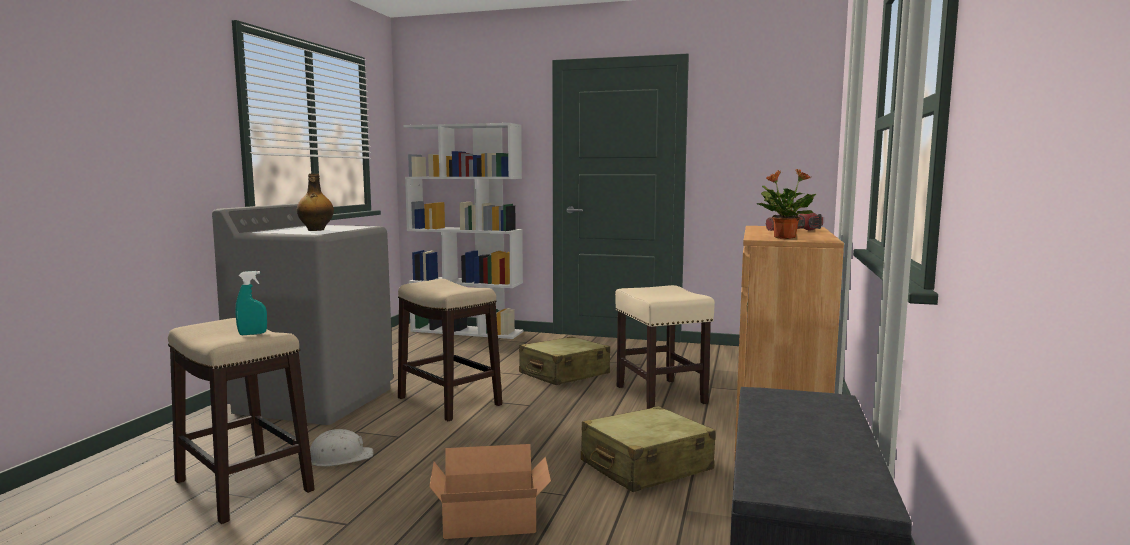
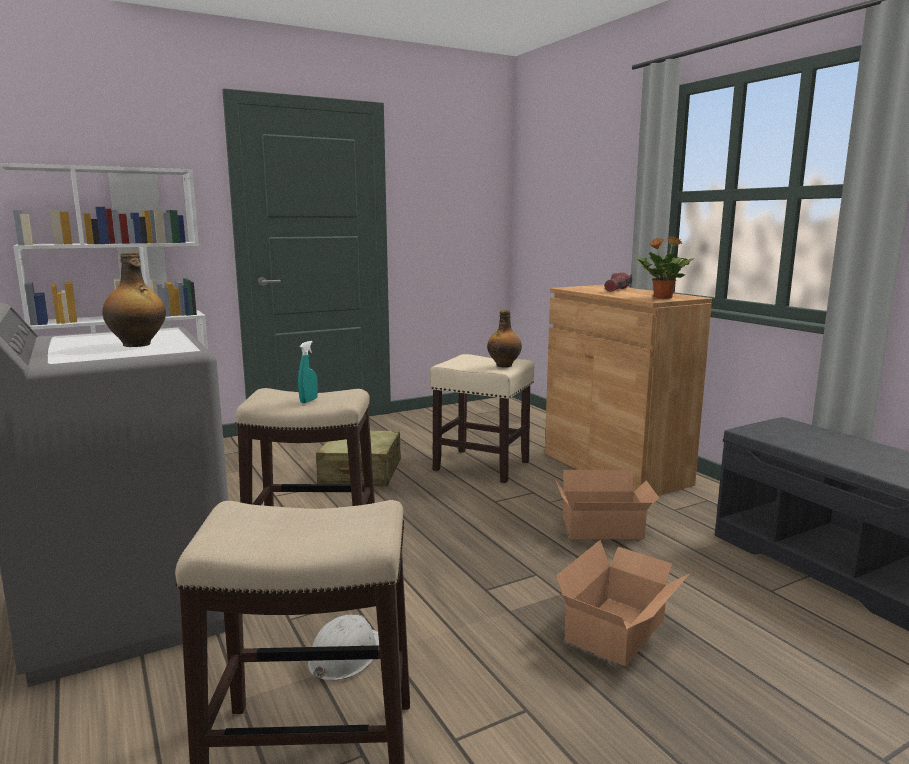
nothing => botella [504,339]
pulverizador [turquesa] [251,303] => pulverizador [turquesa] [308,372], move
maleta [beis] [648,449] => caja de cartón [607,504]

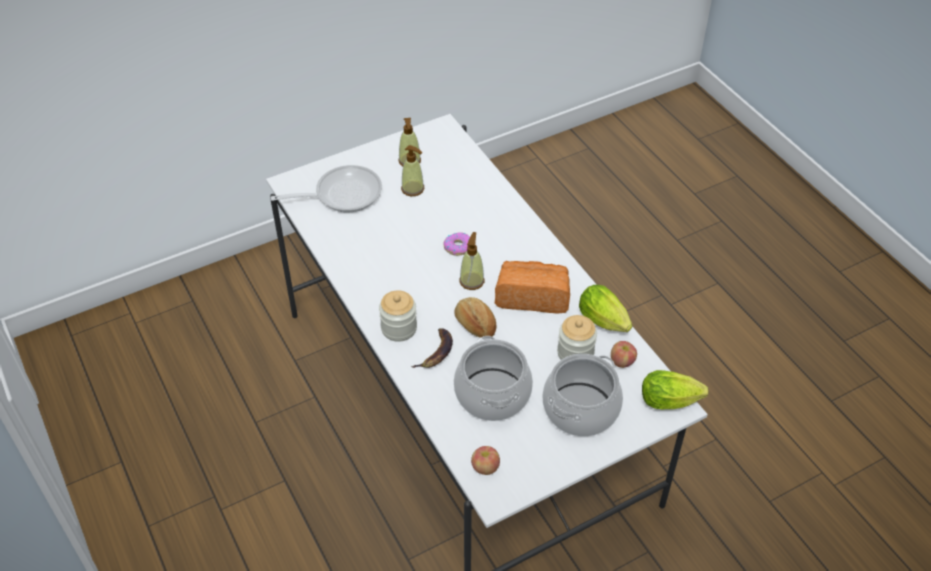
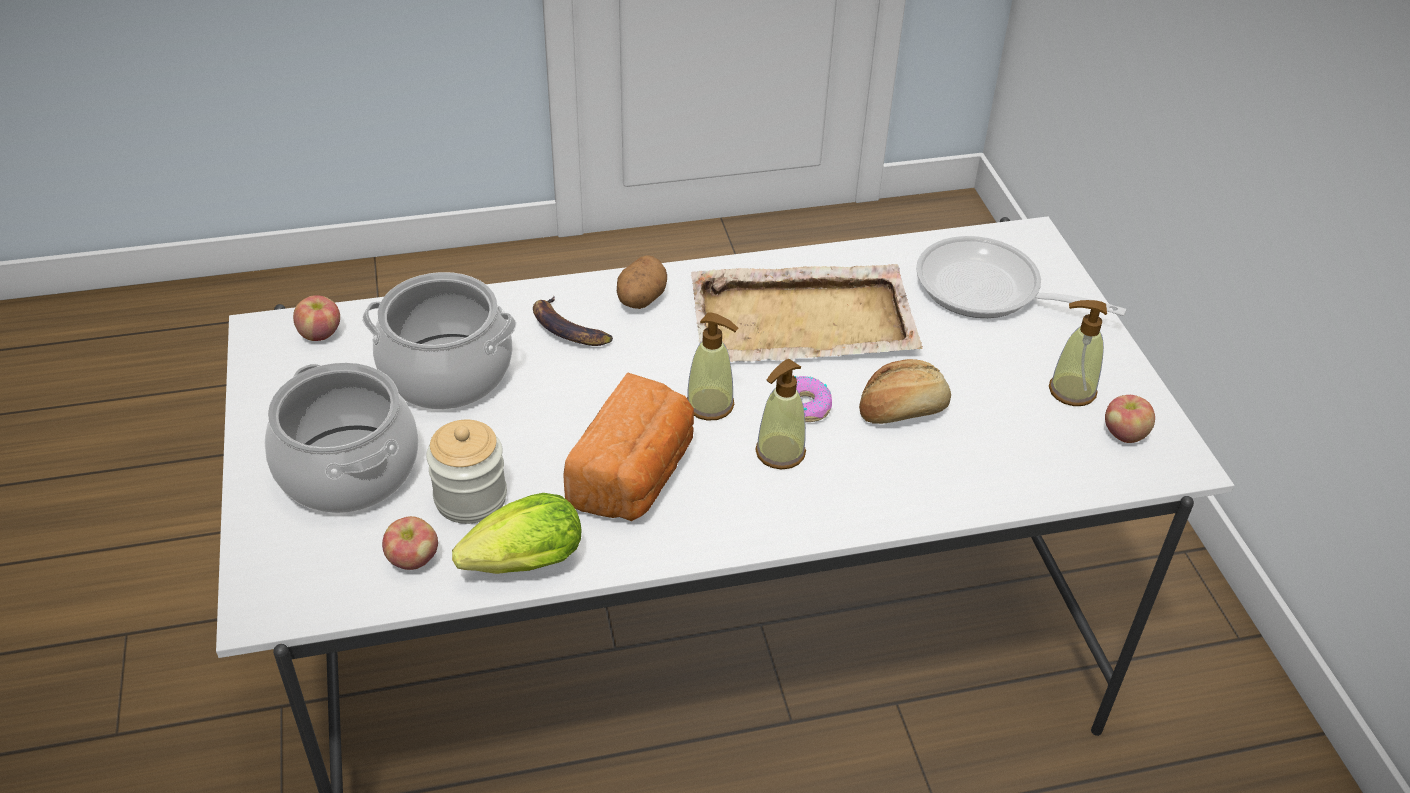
lechuga [675,389] => nothing
nothing => bandeja [beis] [807,313]
nothing => manzana [1130,419]
dispensador de jabón [412,170] => dispensador de jabón [780,414], move
pan [475,317] => pan [905,391], move
tarro [398,316] => patata [642,282]
sartén [326,188] => sartén [1021,277], 120 degrees clockwise

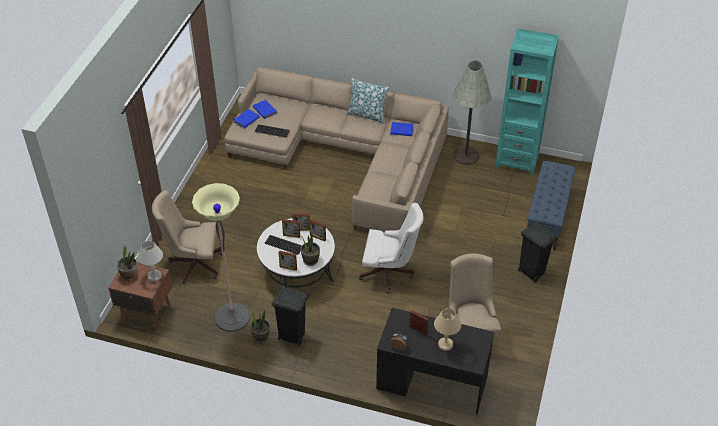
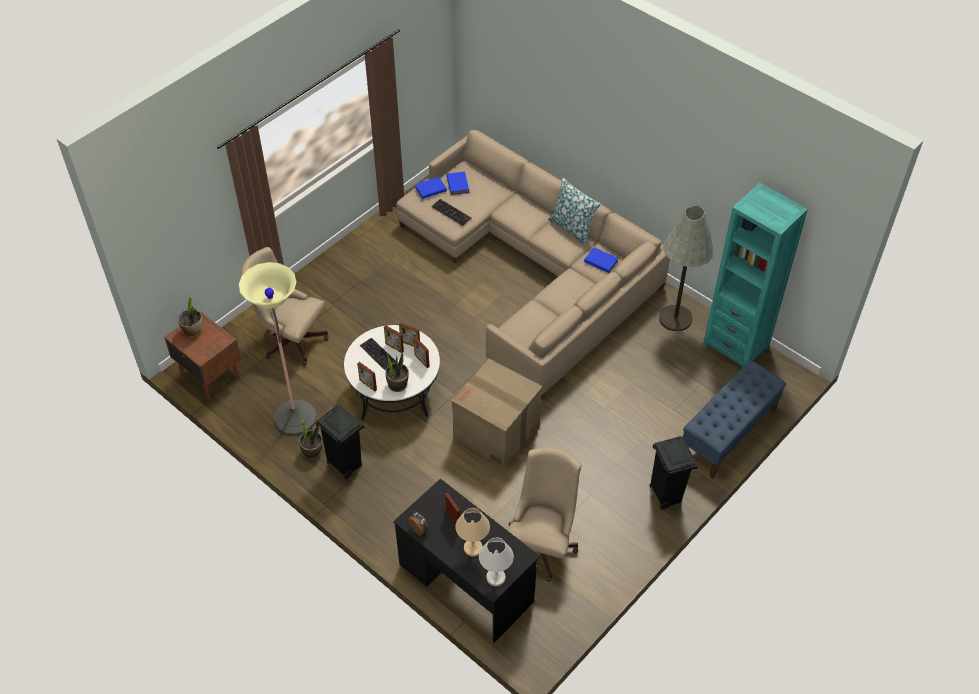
lámpara de mesa [blanco] [150,261] => lámpara de mesa [blanco] [496,561], move
silla de oficina [blanco] [391,248] => caja de cartón [497,413]

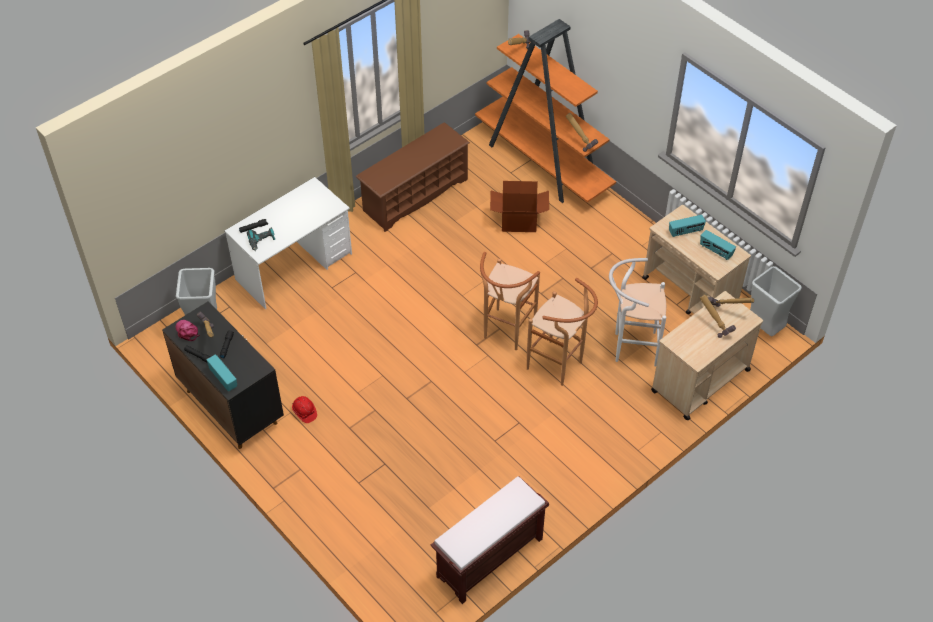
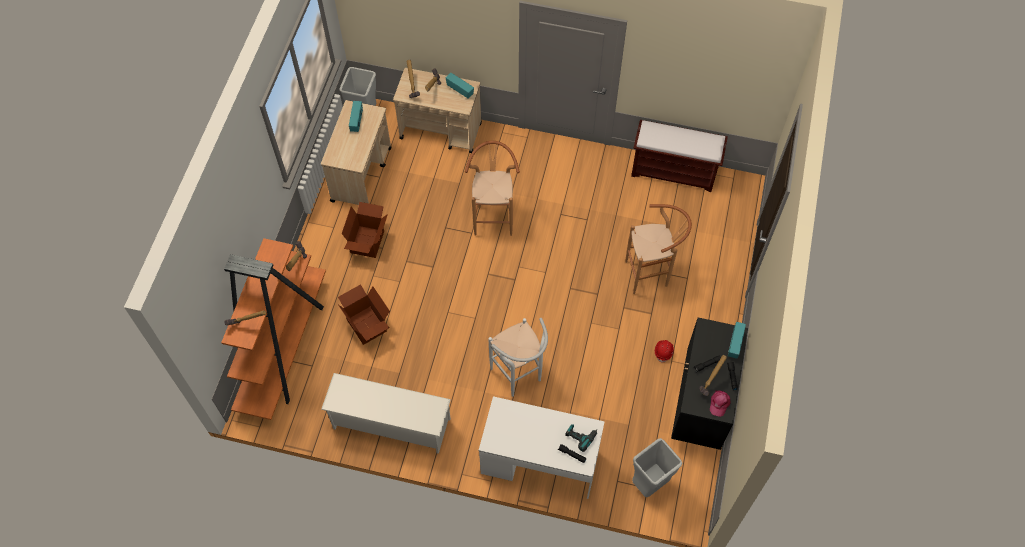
nothing => caja de cartón [365,230]
taburete [marrón] [510,301] => taburete [marrón] [658,249], move
taburete [blanco] [637,312] => taburete [blanco] [518,357], move
radio [687,226] => radio [459,86], move
zapatero [marrón] [413,177] => zapatero [blanco] [386,413]

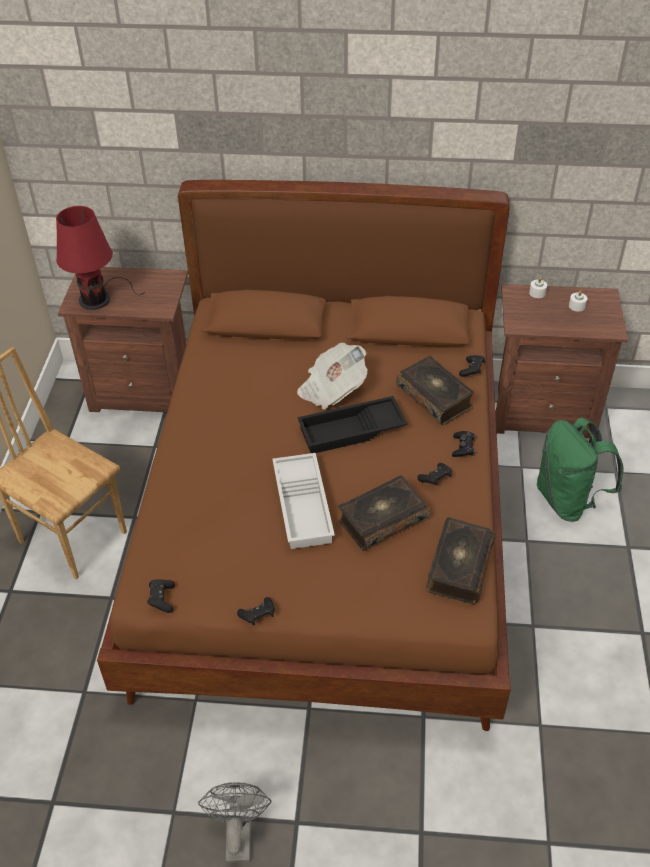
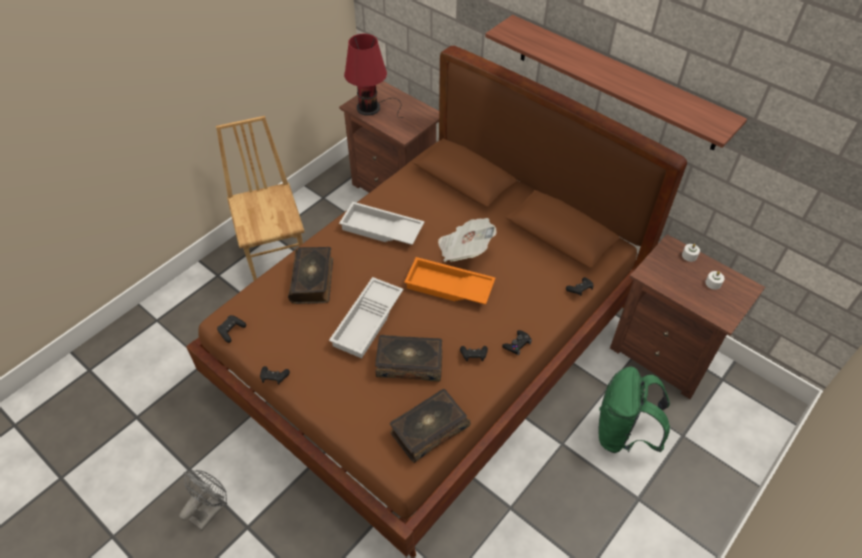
nothing => bandeja [blanco] [382,223]
nothing => estante [616,83]
libro [435,390] => libro [310,275], move
bandeja [negro] [352,424] => bandeja [naranja] [449,280]

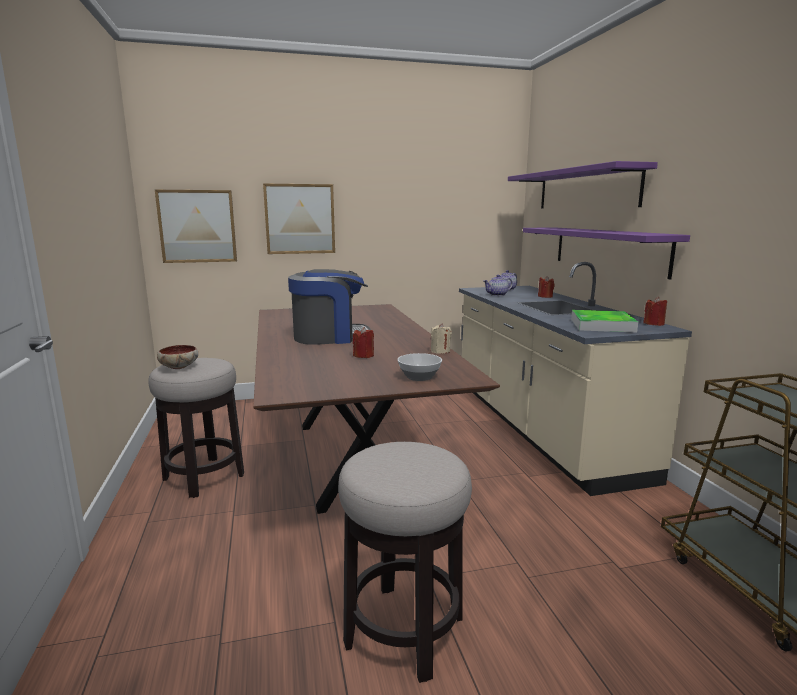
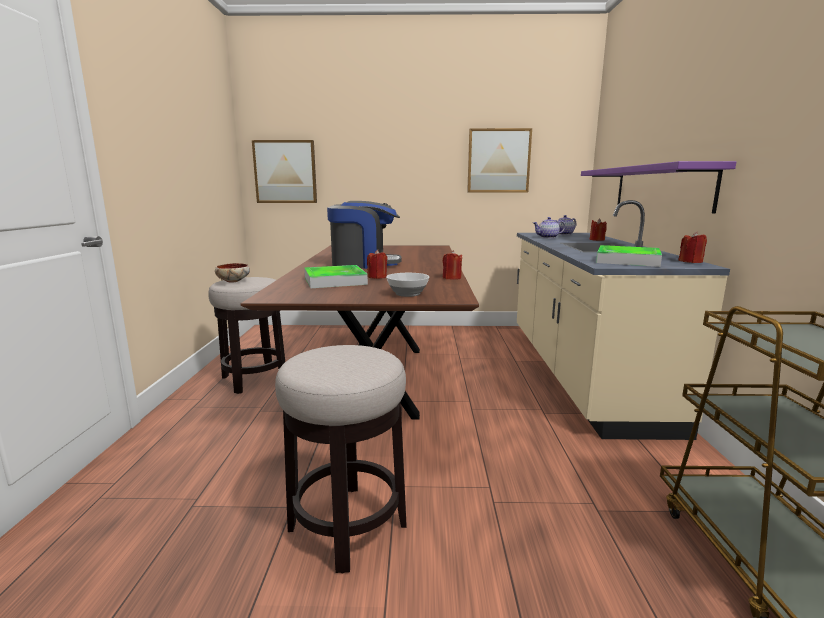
estante [morado] [583,184] => nothing
nothing => bandeja [336,276]
cuadro [299,218] => cuadro [499,160], move
vela [beis] [441,338] => vela [rojo] [452,265]

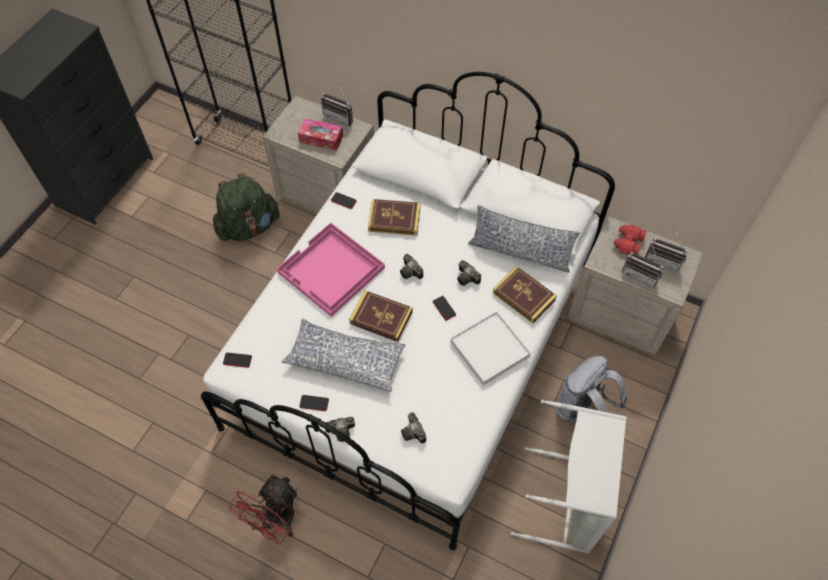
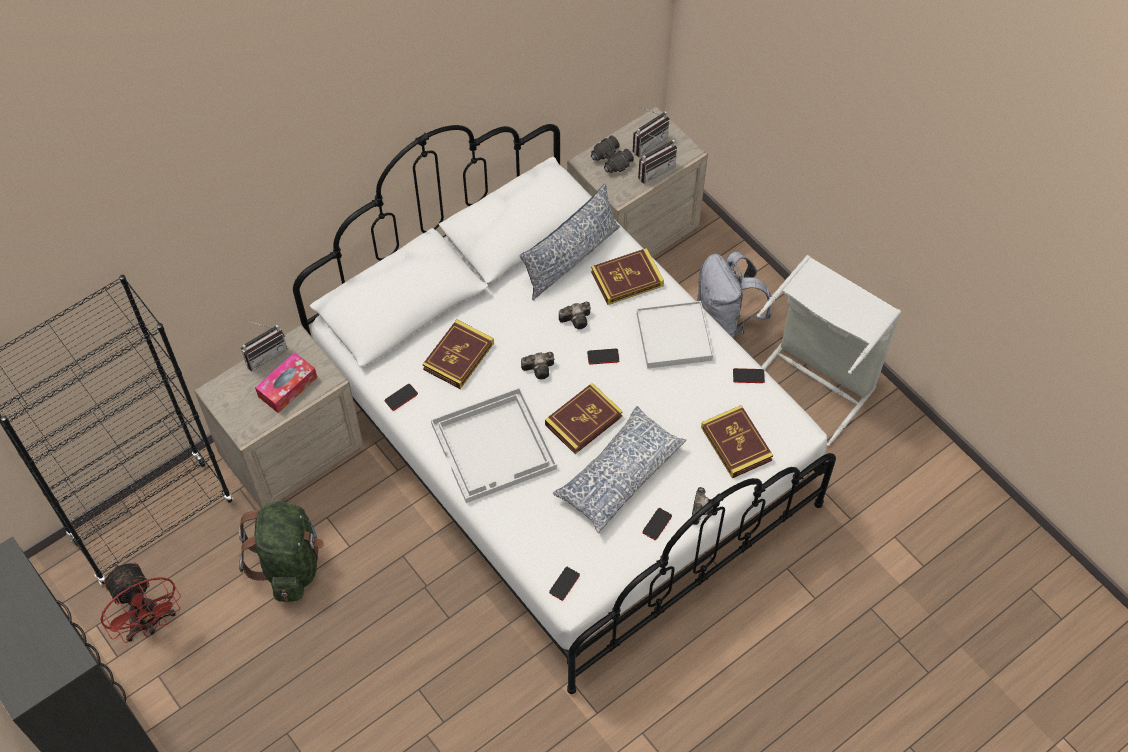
nothing => móvil [749,375]
ventilador [rojo] [263,509] => ventilador [rojo] [140,602], move
cámara [413,427] => libro [737,441]
bandeja [rosa] [331,270] => bandeja [blanco] [494,445]
prismáticos [rojo] [630,239] => prismáticos [negro] [612,154]

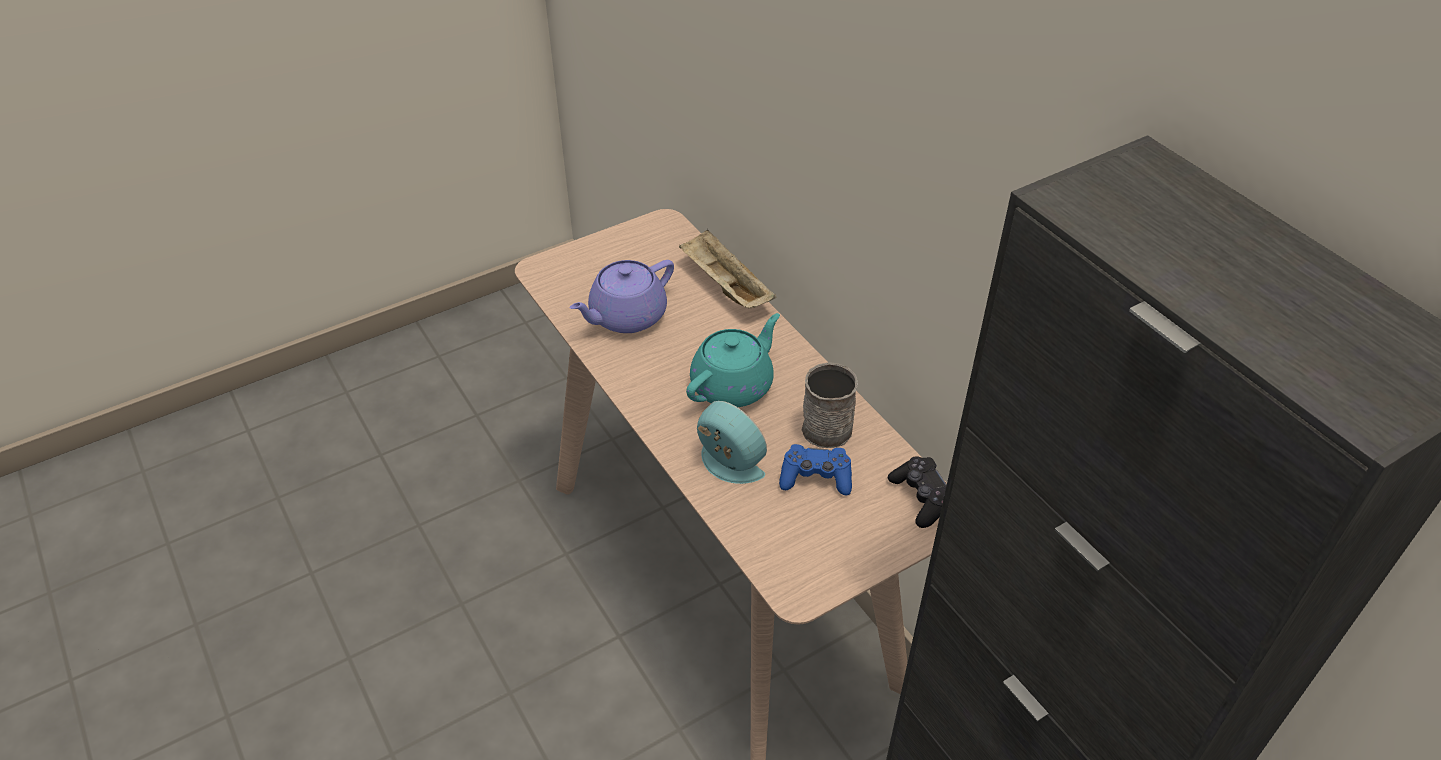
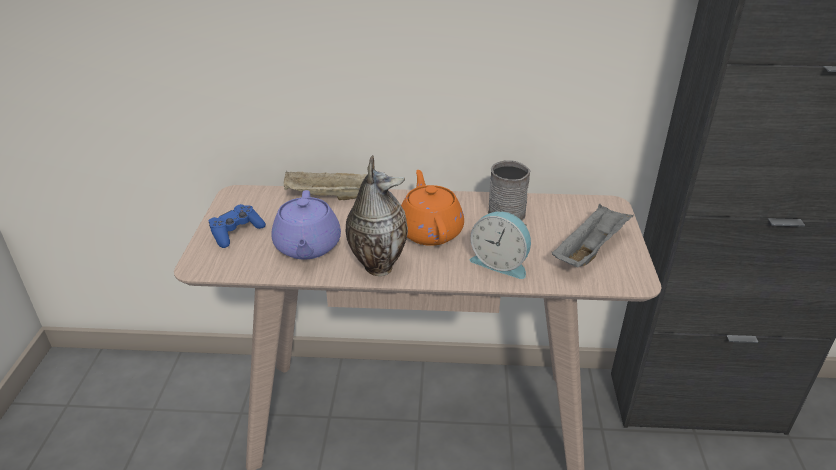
mando de consola [negro] [917,492] => nothing
nothing => florero [377,215]
nothing => bandeja [gris] [593,236]
mando de consola [azul] [815,470] => mando de consola [azul] [237,226], move
tetera [turquesa] [733,360] => tetera [naranja] [432,208]
despertador [732,442] => despertador [500,245], 135 degrees counterclockwise

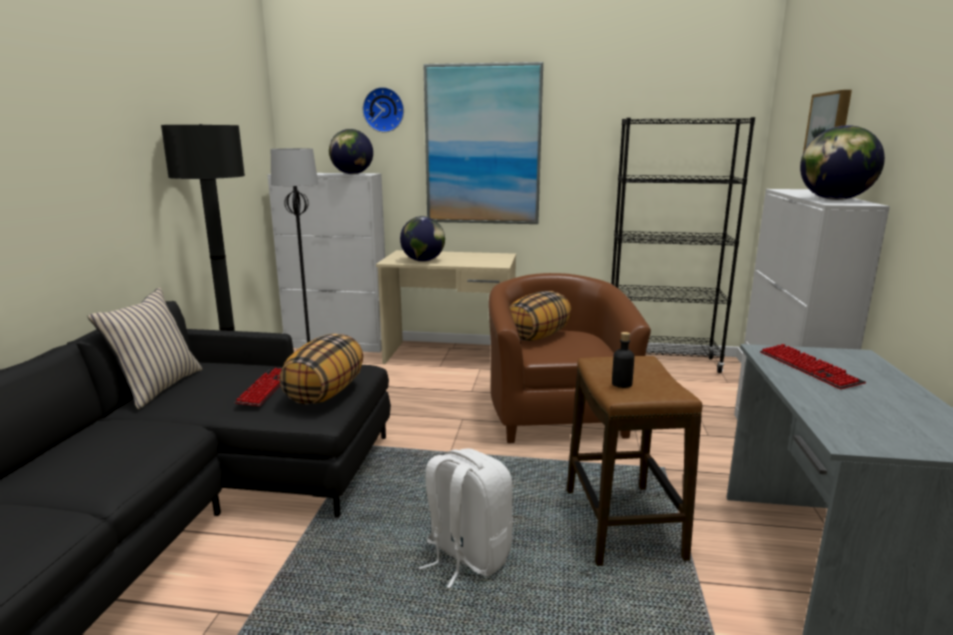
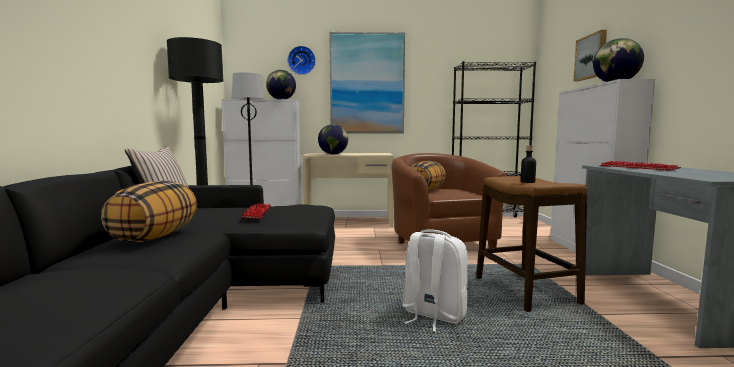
cojín [321,369] => cojín [149,211], move

